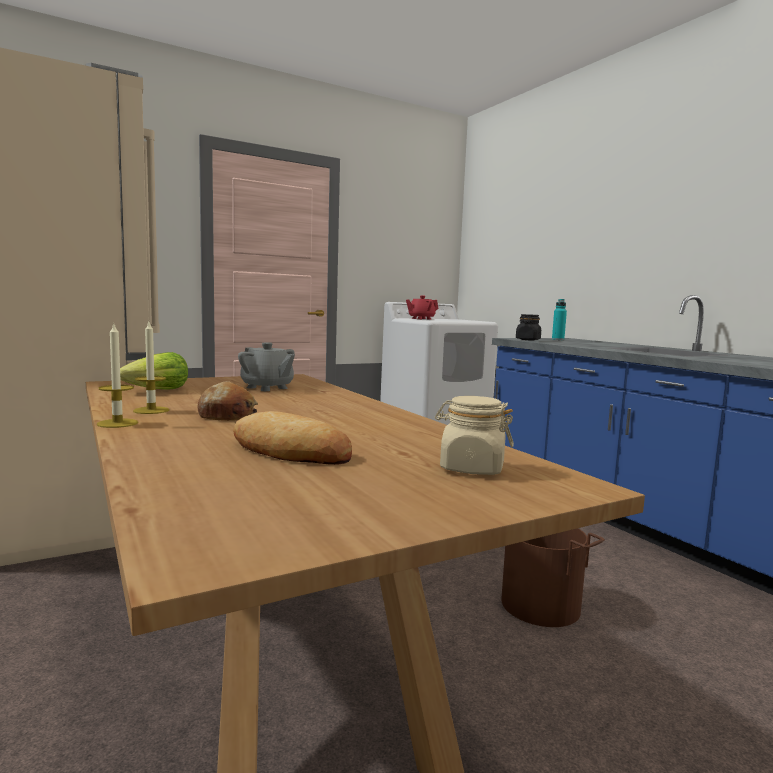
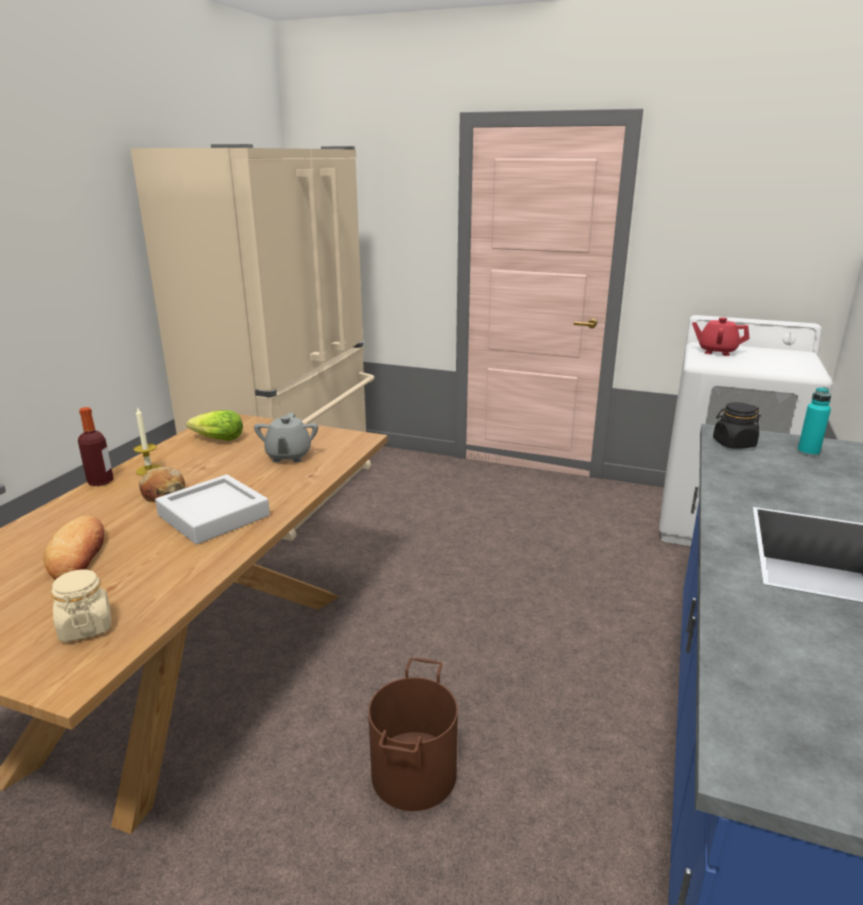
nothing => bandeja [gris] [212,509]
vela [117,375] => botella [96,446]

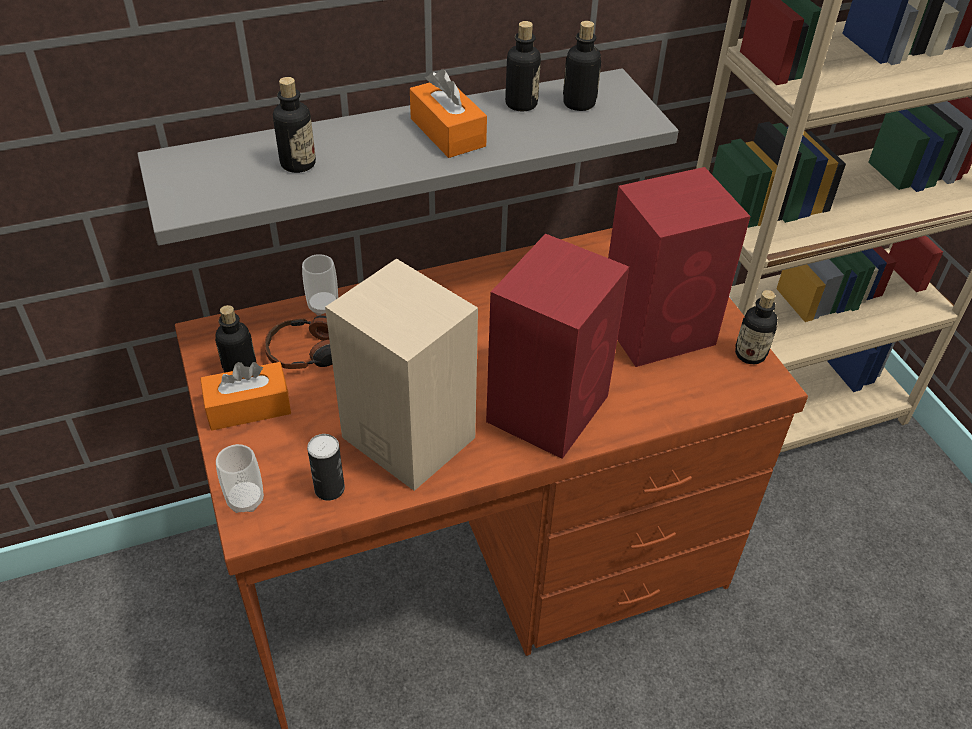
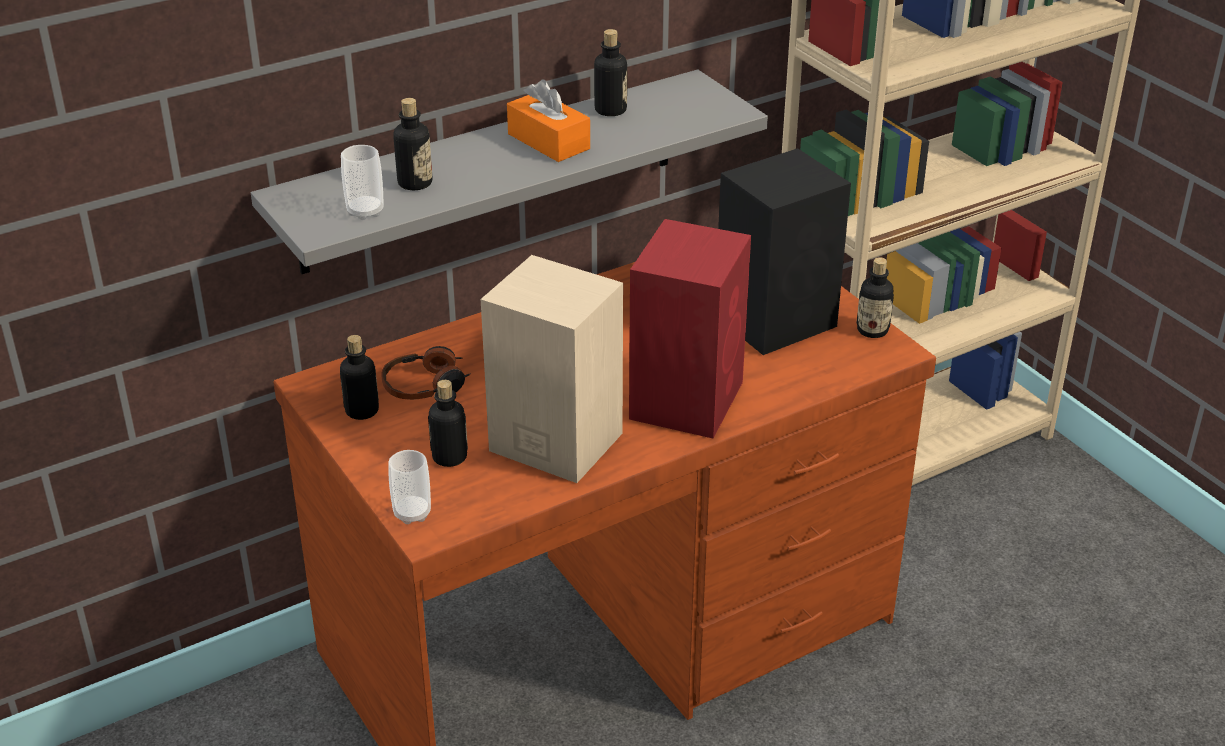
caja de pañuelos [naranja] [245,396] => nothing
lata [326,467] => nothing
taza [320,285] => taza [362,182], move
botella [582,66] => botella [448,423], move
altavoz [rojo] [679,267] => altavoz [negro] [784,251]

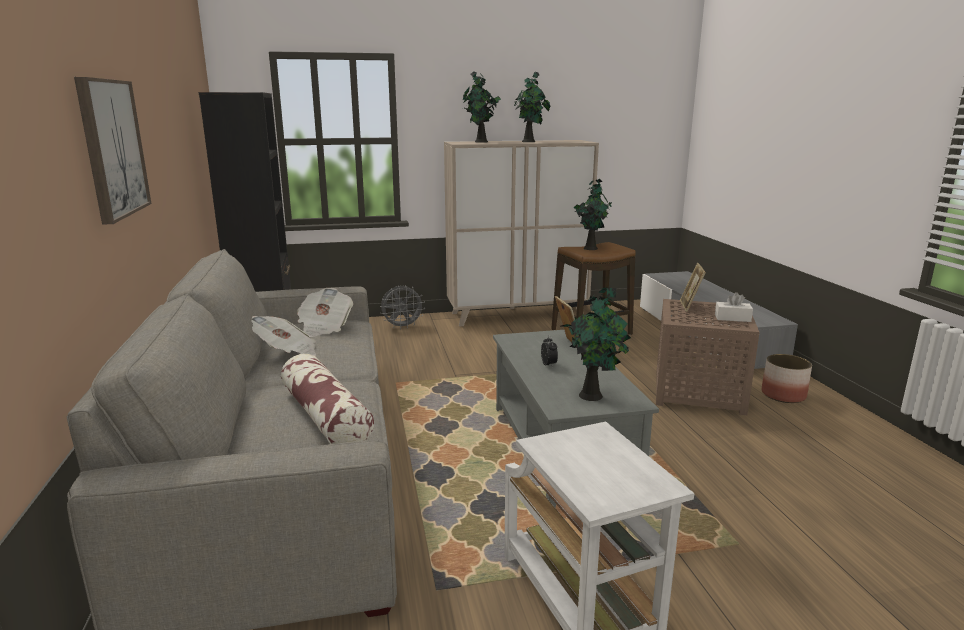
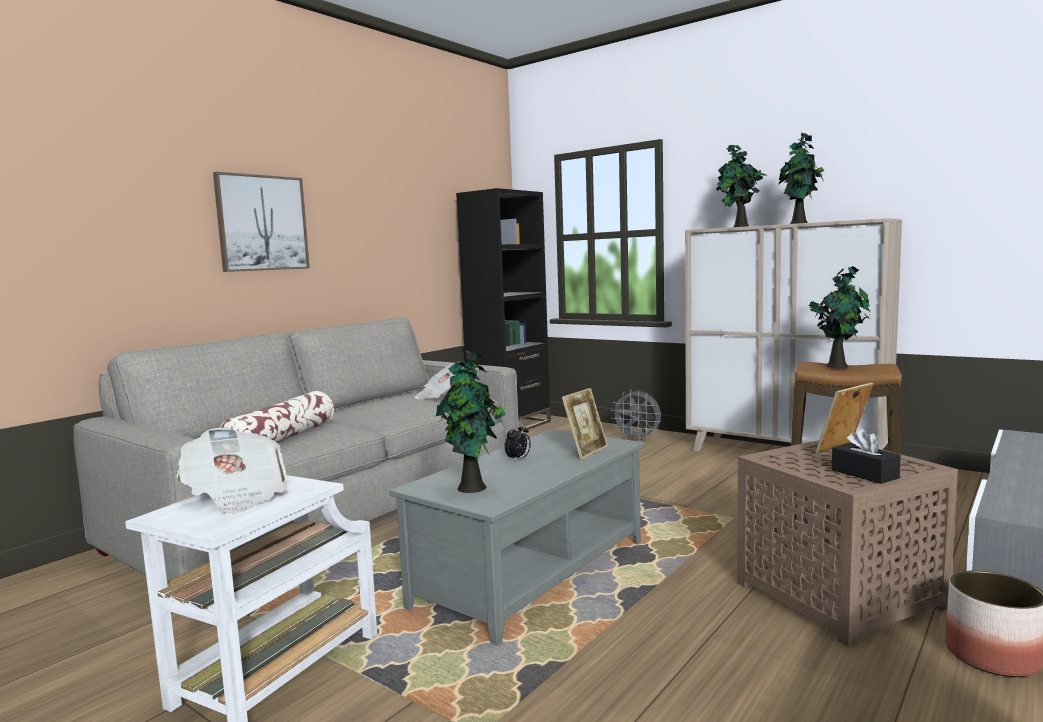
periódico [284,336] => periódico [232,470], move
caja de pañuelos [blanco] [734,307] => caja de pañuelos [negro] [866,456]

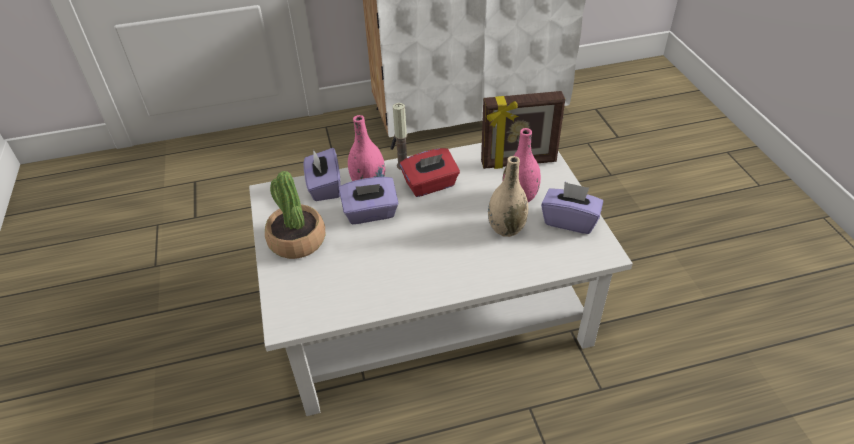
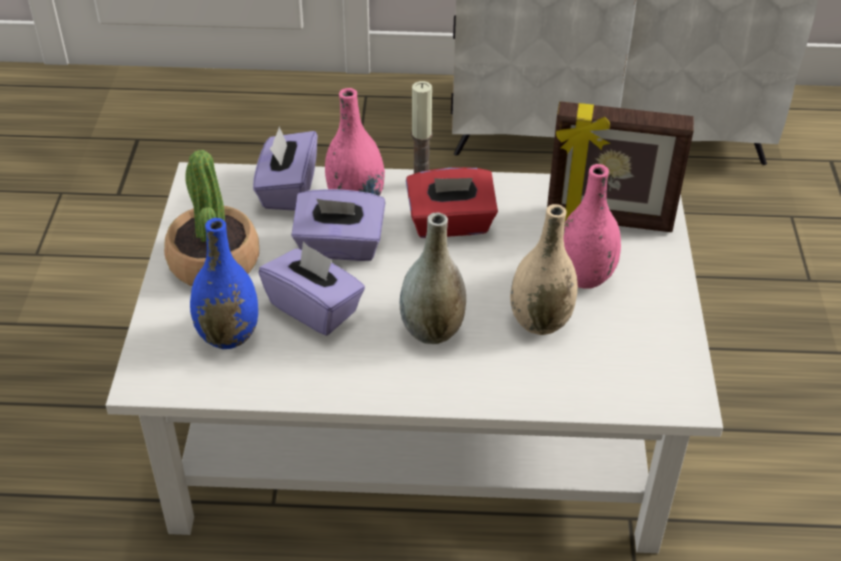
nothing => florero [azul] [224,283]
nothing => florero [gris] [433,278]
caja de pañuelos [morado] [572,208] => caja de pañuelos [morado] [312,289], move

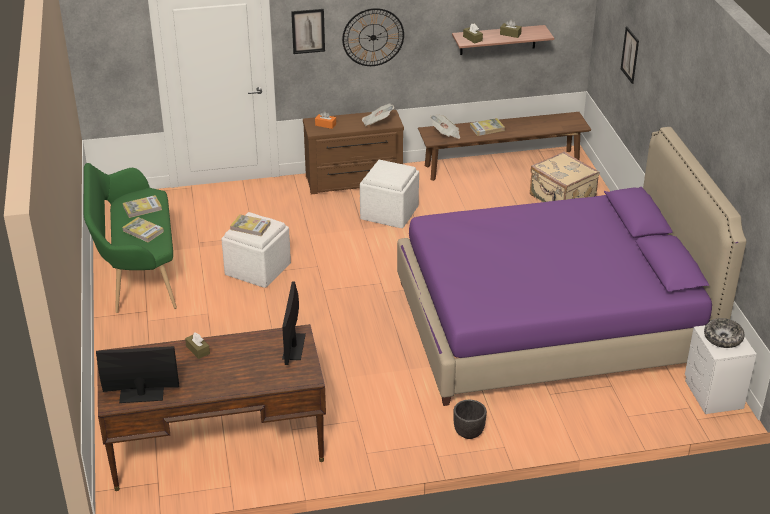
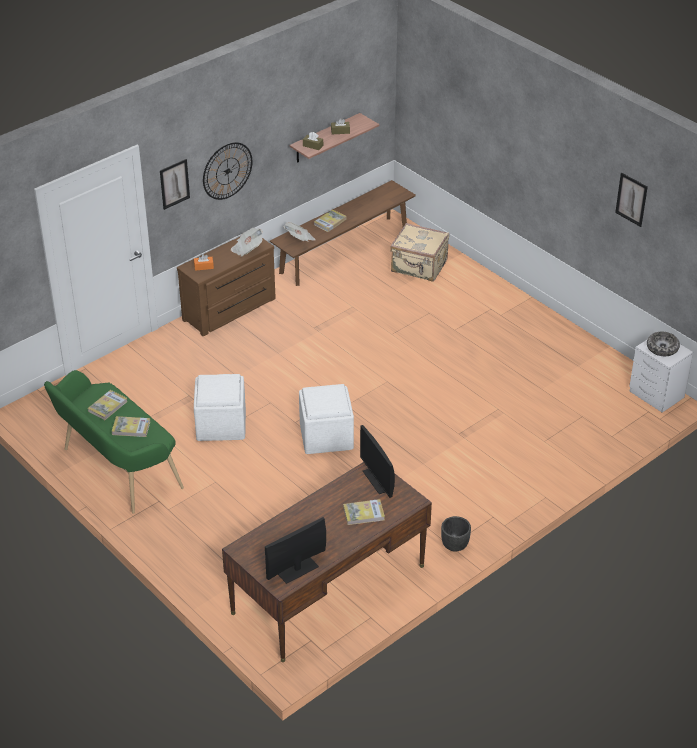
caja de pañuelos [marrón] [197,345] => nothing
cama [morado] [571,266] => nothing
libro [250,225] => libro [364,512], move
puf [blanco] [389,194] => puf [blanco] [326,419], move
maceta [negro] [470,419] => maceta [negro] [456,534], move
cuadro [630,55] => cuadro [631,200], move

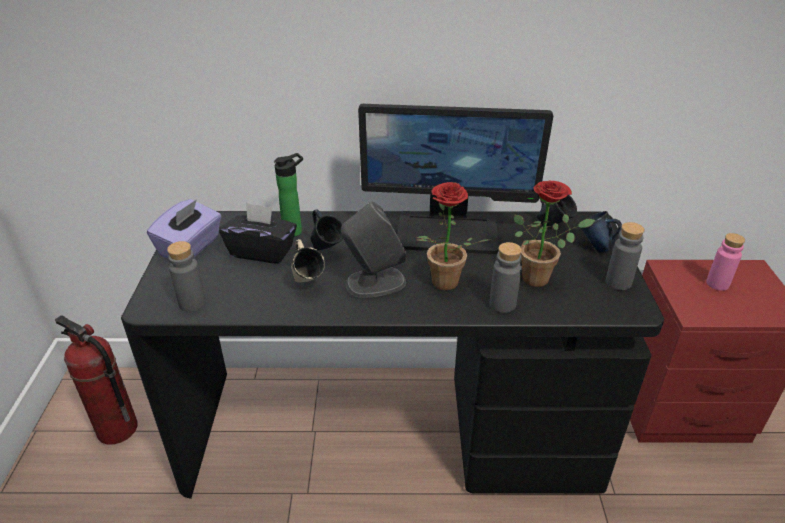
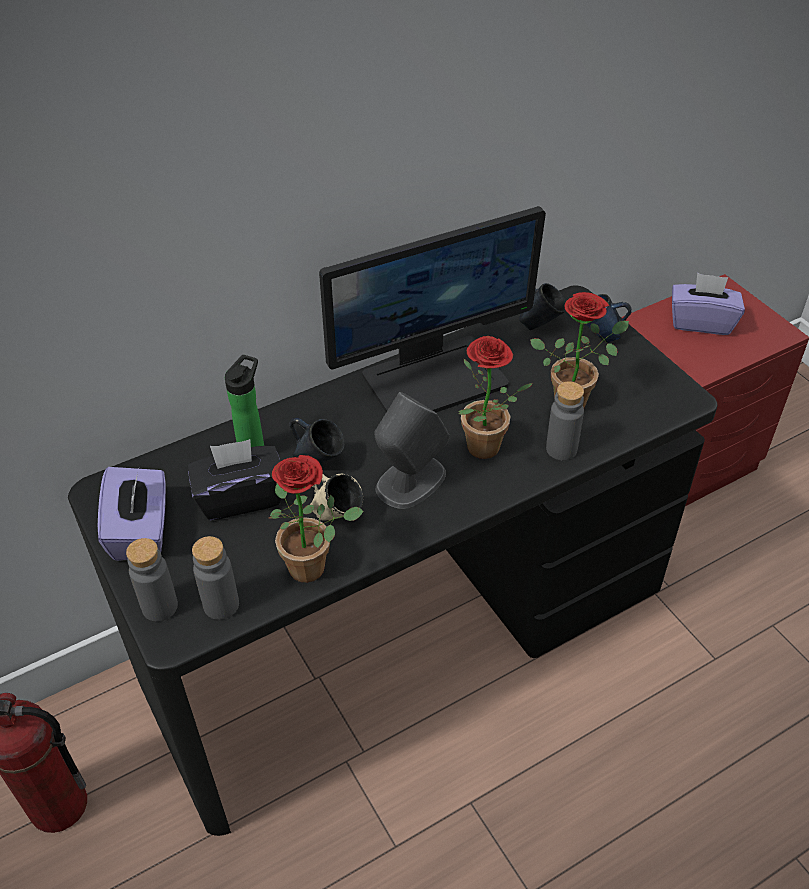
nothing => planta en maceta [316,519]
botella [gris] [625,256] => botella [gris] [152,579], move
botella [rosa] [725,262] => caja de pañuelos [morado] [708,304]

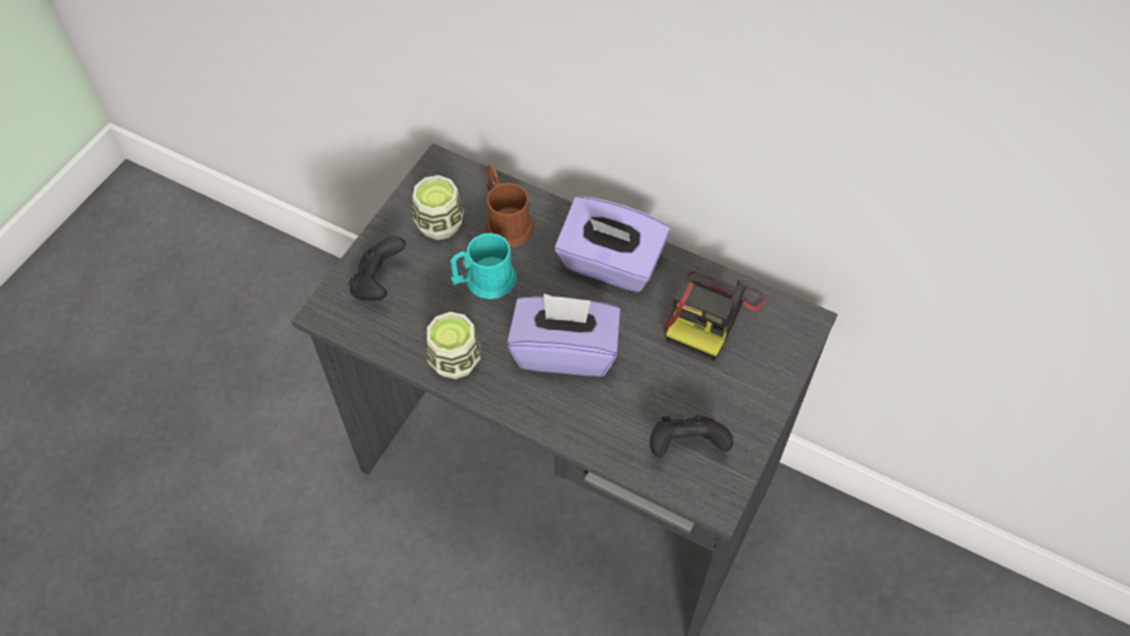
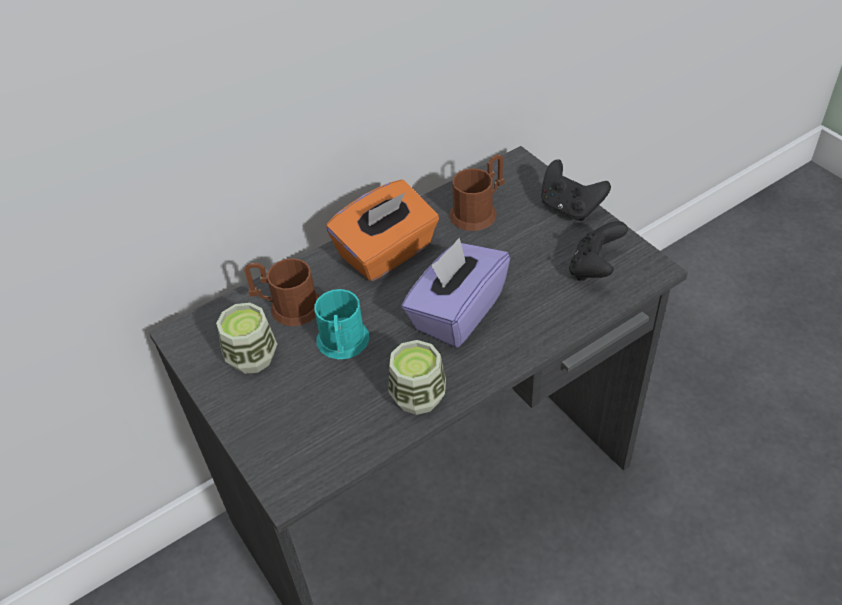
mando de consola [negro] [377,268] => mando de consola [negro] [576,190], move
cámara [715,316] => taza grande [marrón] [477,192]
caja de pañuelos [morado] [612,244] => caja de pañuelos [naranja] [382,230]

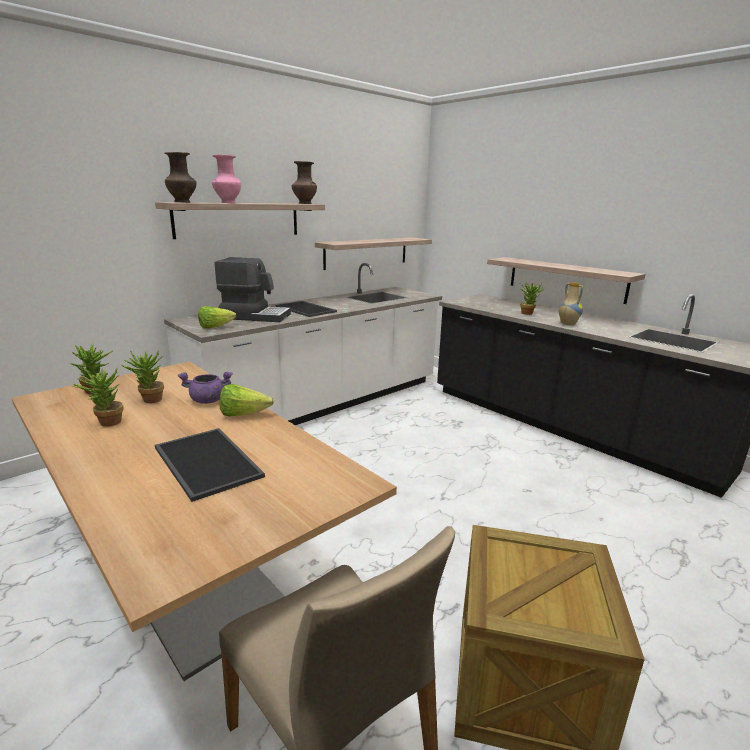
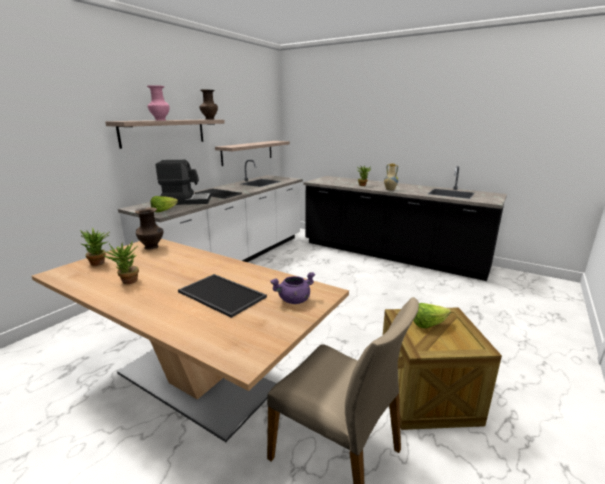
planta en maceta [142,376] => nothing
estante [566,280] => nothing
florero [marrón] [180,177] => florero [marrón] [149,228], move
olla [morado] [205,388] => olla [morado] [292,288], move
lechuga [247,400] => lechuga [432,315], move

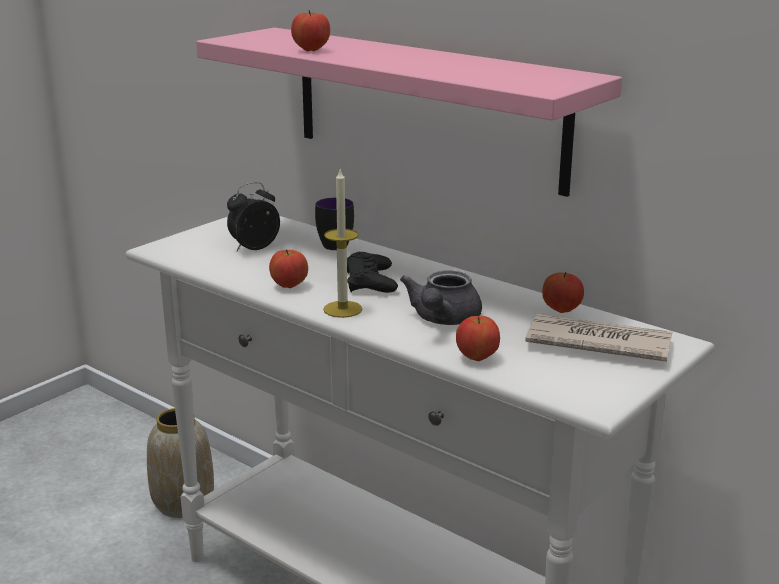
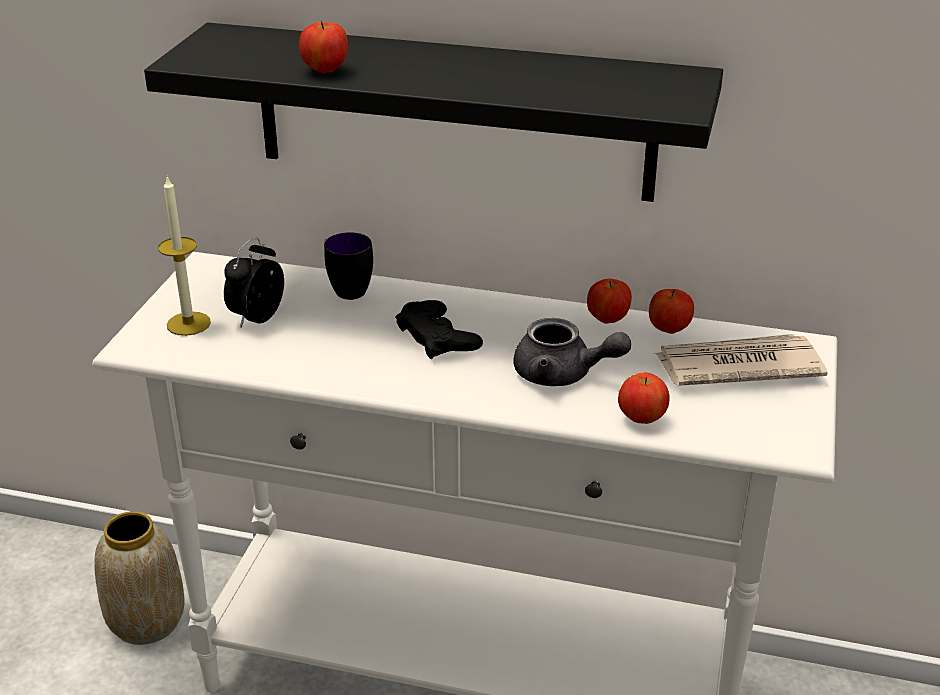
manzana [288,268] => manzana [609,301], move
vela [343,243] => vela [184,256], move
estante [rosa] [409,112] => estante [negro] [433,112]
tetera [gris] [441,297] => tetera [gris] [572,352], 60 degrees counterclockwise

